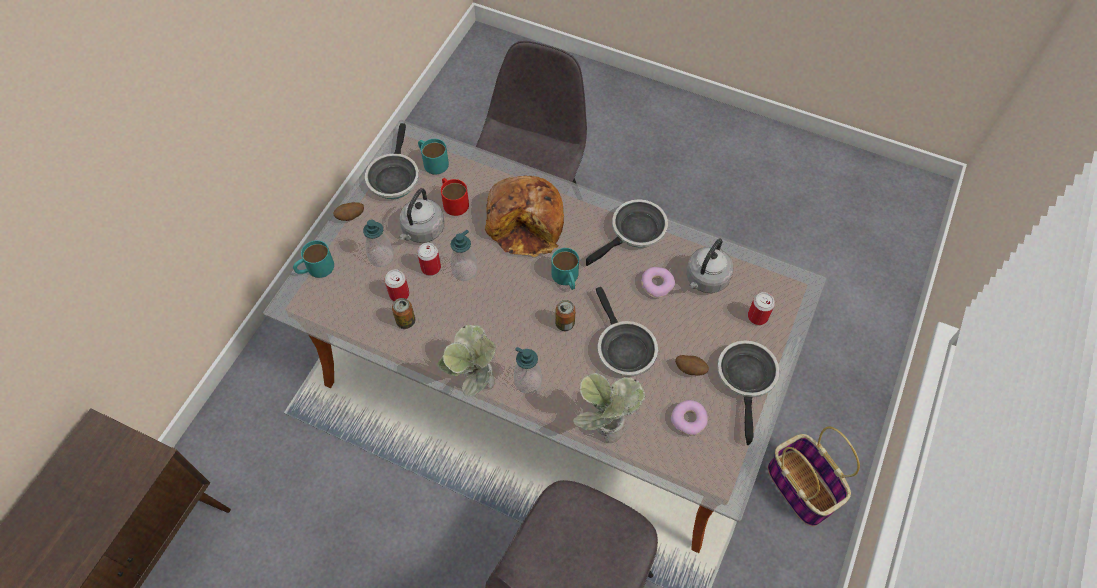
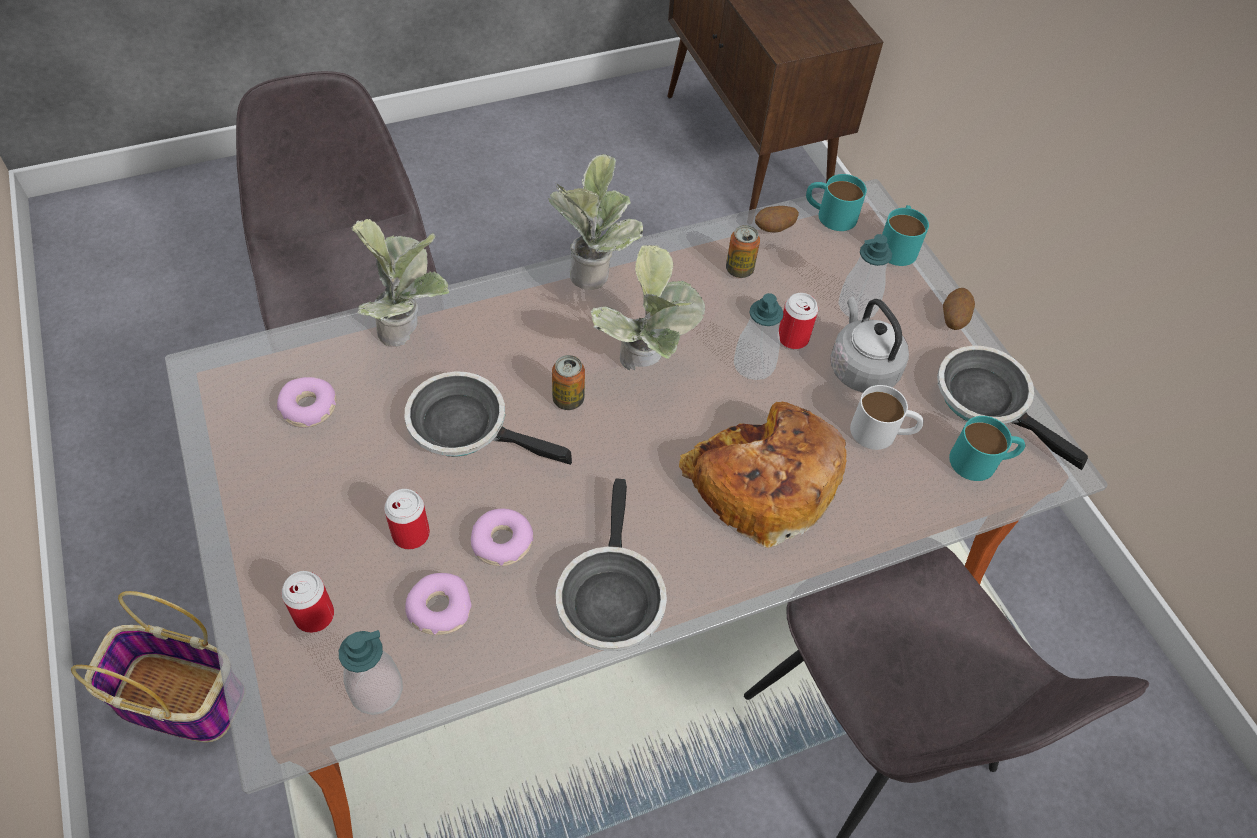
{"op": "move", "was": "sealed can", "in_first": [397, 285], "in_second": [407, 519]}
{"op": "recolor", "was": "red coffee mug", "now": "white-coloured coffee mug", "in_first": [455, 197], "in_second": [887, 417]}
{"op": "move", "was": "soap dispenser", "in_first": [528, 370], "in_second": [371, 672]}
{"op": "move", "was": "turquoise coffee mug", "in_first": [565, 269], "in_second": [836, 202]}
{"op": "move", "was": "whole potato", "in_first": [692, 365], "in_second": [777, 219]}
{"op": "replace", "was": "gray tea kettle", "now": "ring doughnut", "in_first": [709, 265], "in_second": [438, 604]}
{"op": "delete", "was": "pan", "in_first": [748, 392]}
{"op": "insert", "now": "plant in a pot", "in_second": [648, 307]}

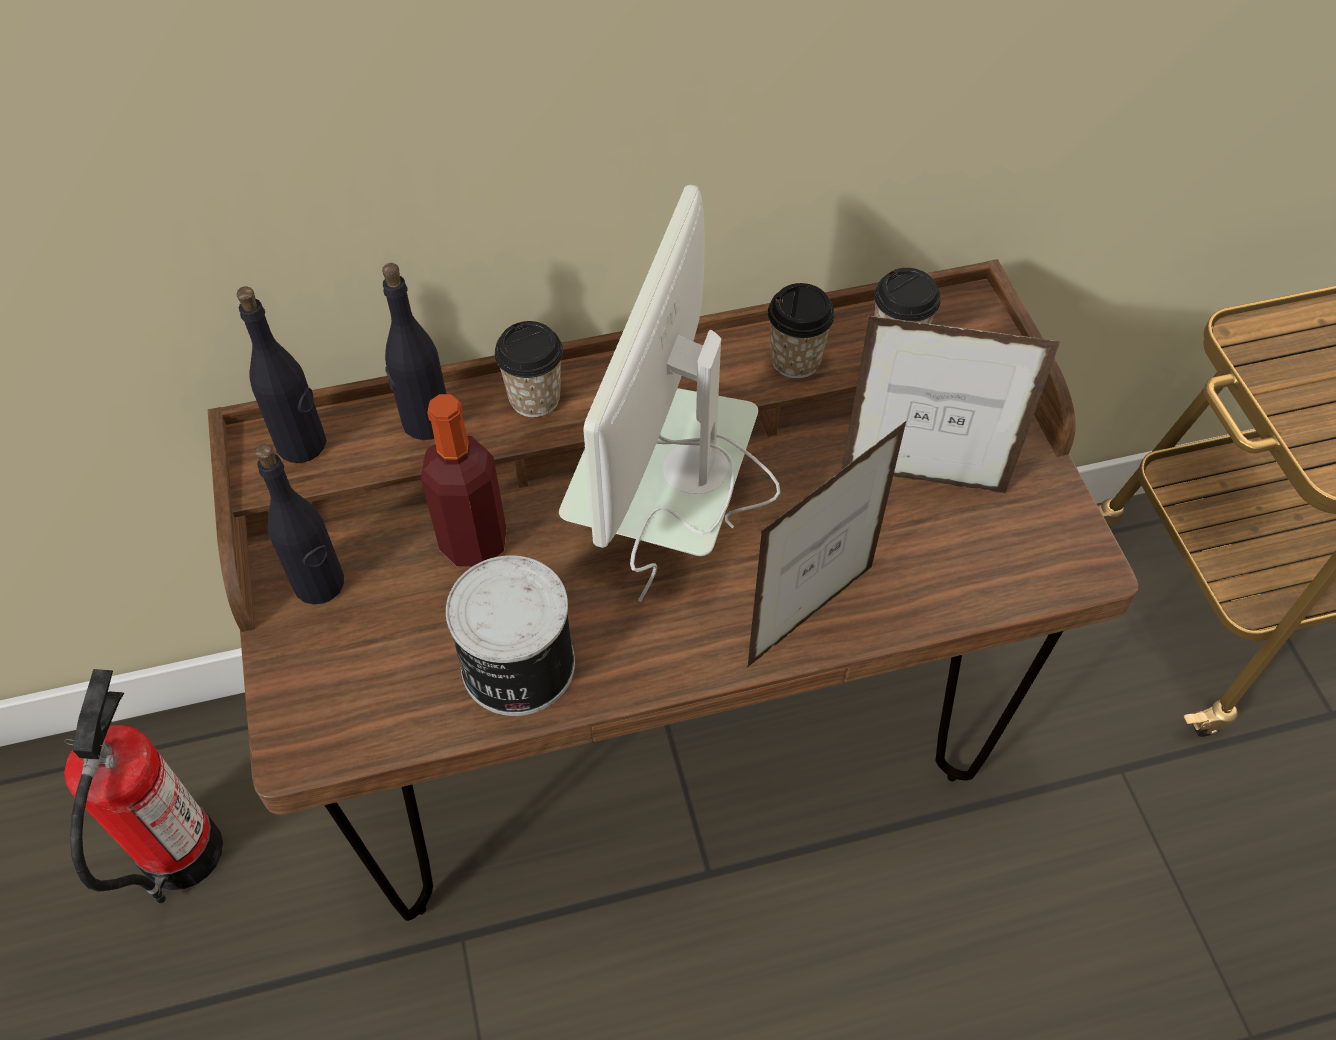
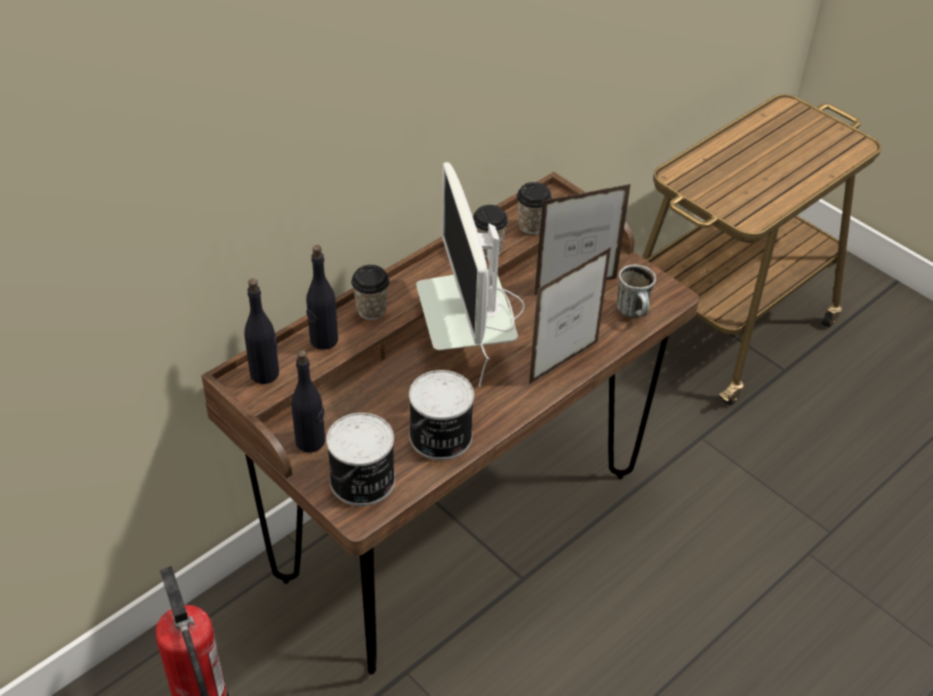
{"op": "delete", "was": "drink bottle", "in_first": [463, 480]}
{"op": "rotate", "was": "picture frame", "in_first": [826, 544], "in_second": [570, 315], "clockwise": -150}
{"op": "insert", "now": "sealed can", "in_second": [360, 459]}
{"op": "insert", "now": "coffee mug", "in_second": [636, 291]}

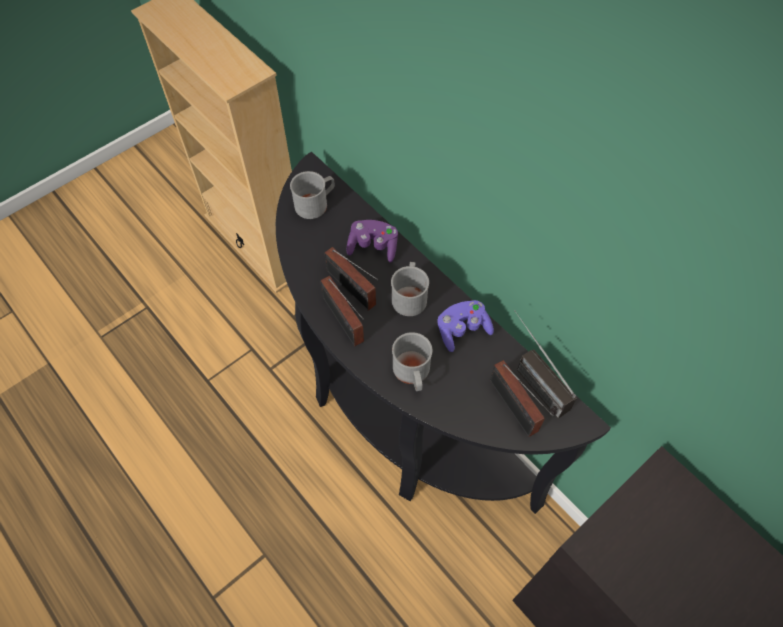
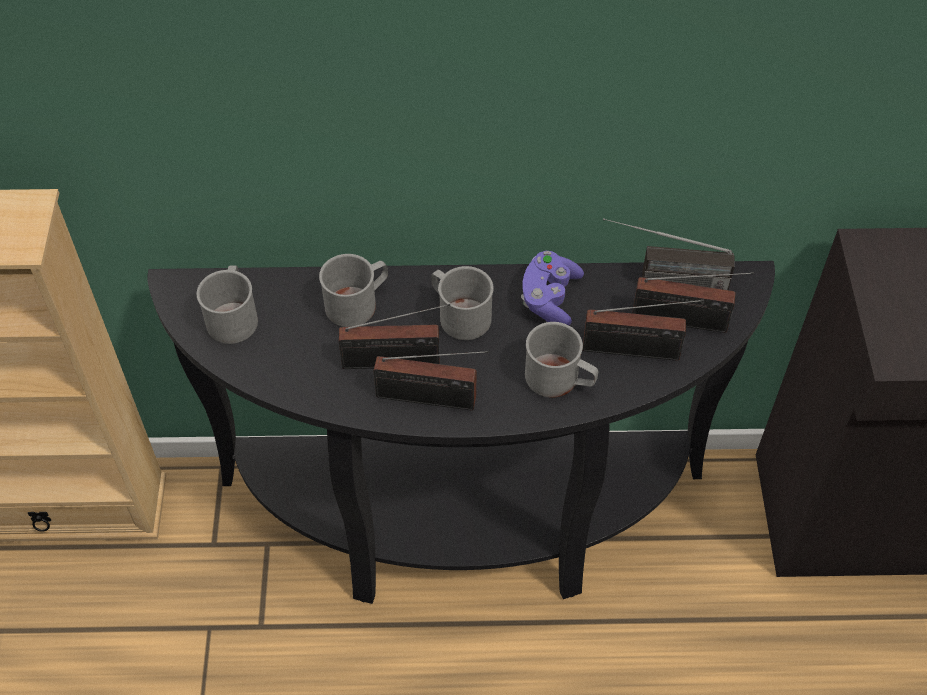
{"op": "replace", "was": "purplish joypad", "now": "gray coffee mug", "in_first": [372, 241], "in_second": [353, 290]}
{"op": "insert", "now": "radio receiver", "in_second": [643, 330]}

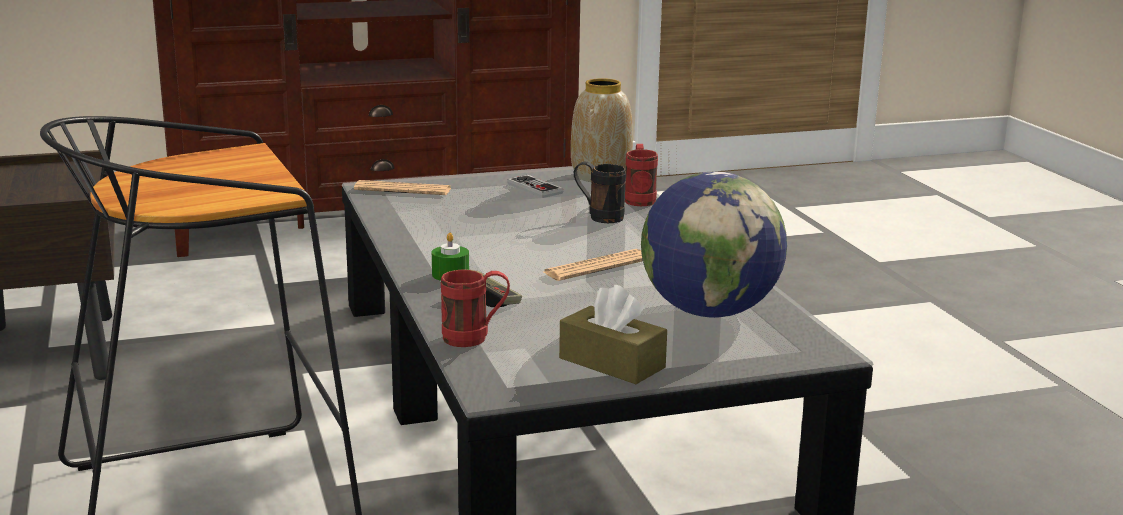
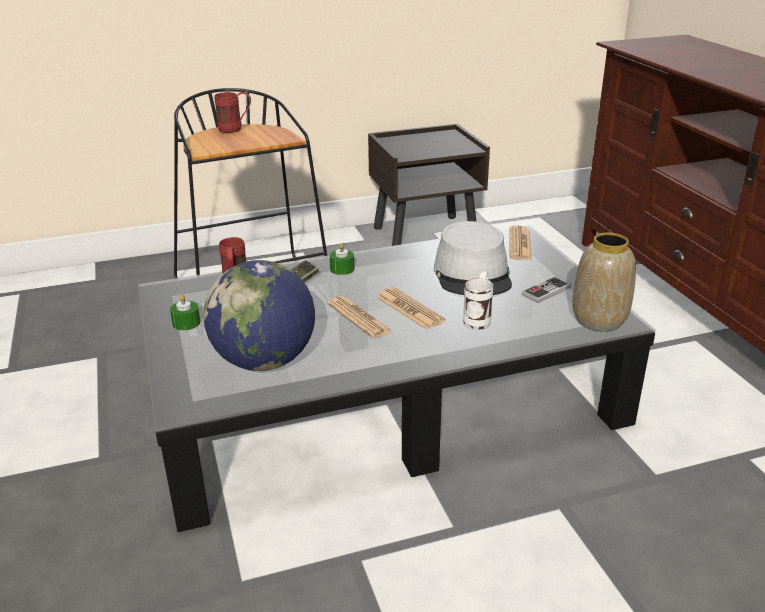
{"op": "replace", "was": "brown-coloured tissue box", "now": "green-coloured wax light", "in_first": [613, 334], "in_second": [185, 312]}
{"op": "recolor", "was": "blackish coffee mug", "now": "white-coloured coffee mug", "in_first": [600, 192], "in_second": [478, 301]}
{"op": "move", "was": "red coffee mug", "in_first": [641, 175], "in_second": [232, 112]}
{"op": "insert", "now": "printed paper", "in_second": [411, 308]}
{"op": "insert", "now": "gray wearable hat", "in_second": [473, 258]}

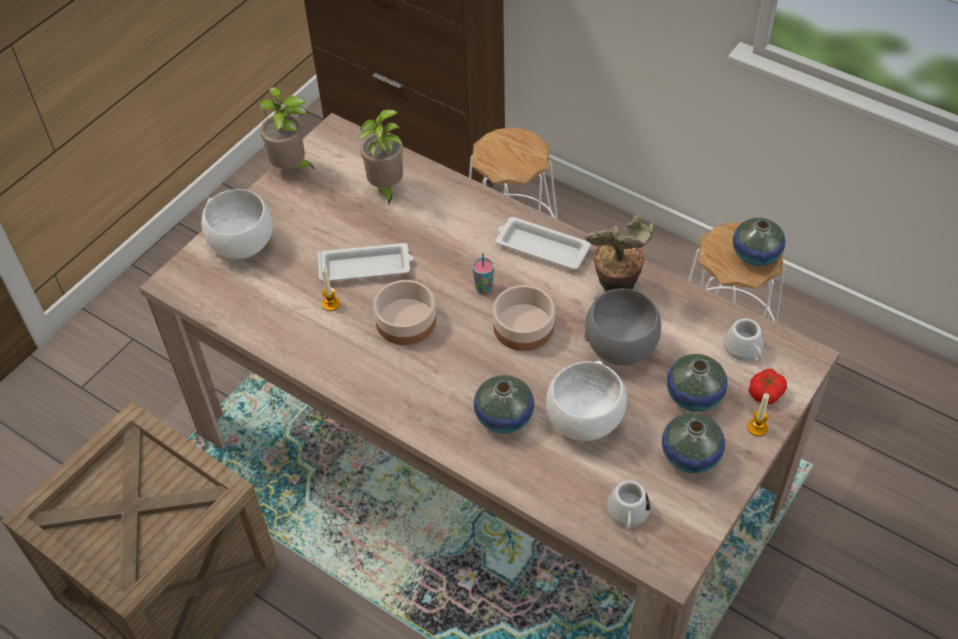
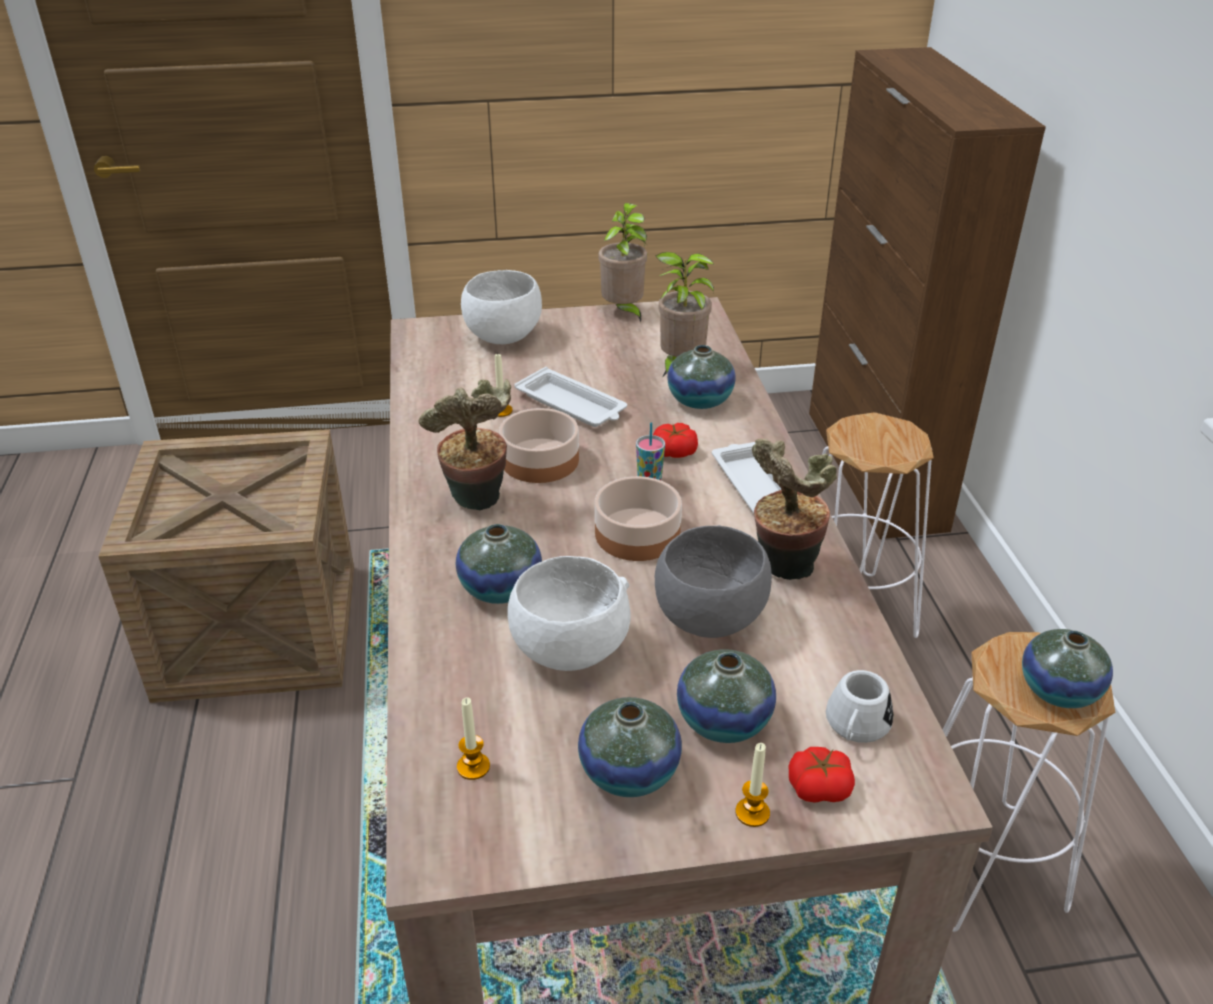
{"op": "replace", "was": "white-coloured coffee mug", "now": "wax light", "in_first": [628, 505], "in_second": [473, 738]}
{"op": "insert", "now": "plant in a pot", "in_second": [465, 444]}
{"op": "insert", "now": "tomato", "in_second": [675, 440]}
{"op": "insert", "now": "flower vase", "in_second": [701, 377]}

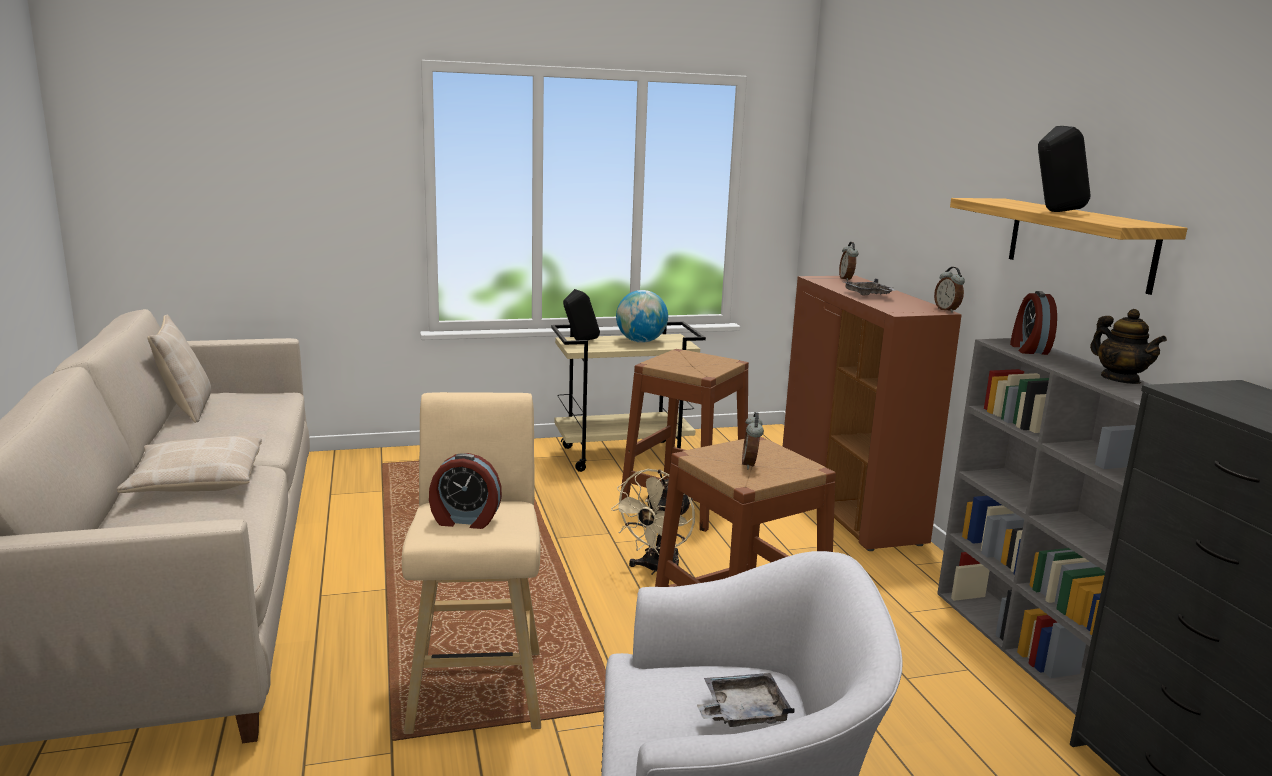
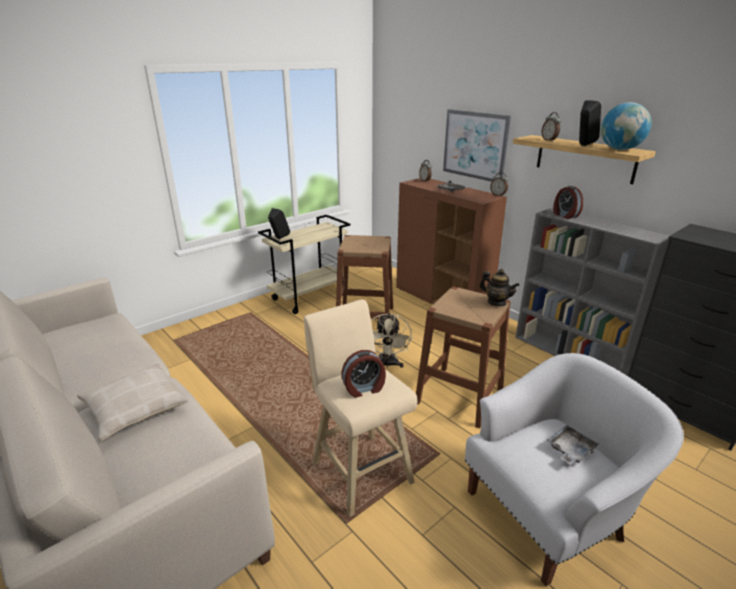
{"op": "delete", "was": "beige pillow", "in_first": [179, 369]}
{"op": "move", "was": "desk globe", "in_first": [642, 316], "in_second": [626, 126]}
{"op": "move", "was": "bedside clock", "in_first": [753, 440], "in_second": [551, 127]}
{"op": "move", "was": "tea pot", "in_first": [1128, 346], "in_second": [499, 287]}
{"op": "insert", "now": "wall picture", "in_second": [477, 145]}

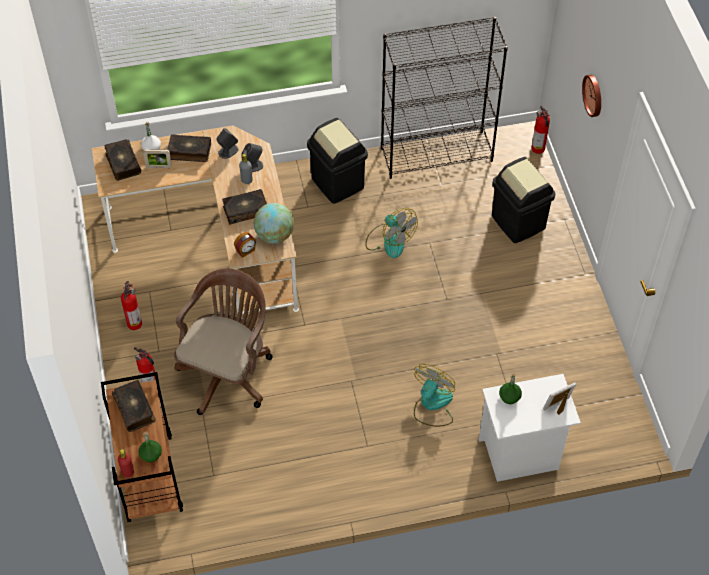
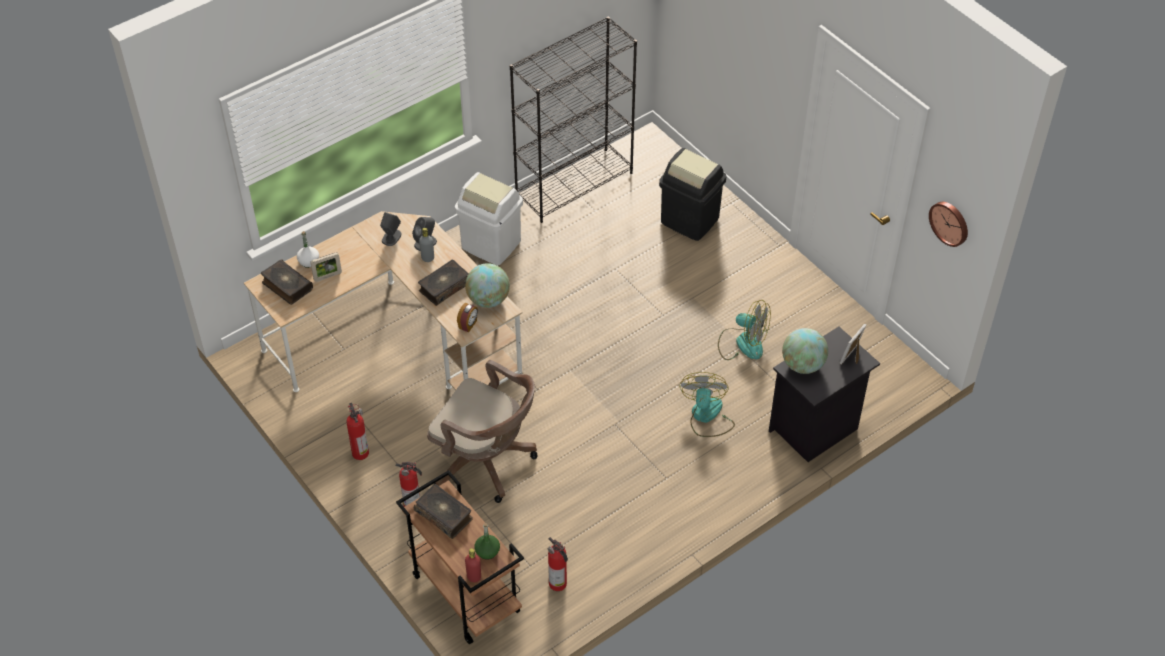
{"op": "delete", "was": "volume", "in_first": [189, 148]}
{"op": "rotate", "was": "brown-coloured office chair", "in_first": [223, 342], "in_second": [482, 431], "clockwise": 120}
{"op": "recolor", "was": "blackish waste bin", "now": "white-coloured waste bin", "in_first": [337, 161], "in_second": [489, 218]}
{"op": "move", "was": "cooling fan", "in_first": [391, 233], "in_second": [744, 330]}
{"op": "recolor", "was": "white-coloured night table", "now": "blackish night table", "in_first": [530, 428], "in_second": [824, 394]}
{"op": "replace", "was": "green-coloured drink bottle", "now": "desk globe", "in_first": [510, 388], "in_second": [805, 351]}
{"op": "move", "was": "extinguisher", "in_first": [540, 130], "in_second": [558, 564]}
{"op": "move", "was": "wall clock", "in_first": [591, 96], "in_second": [948, 224]}

